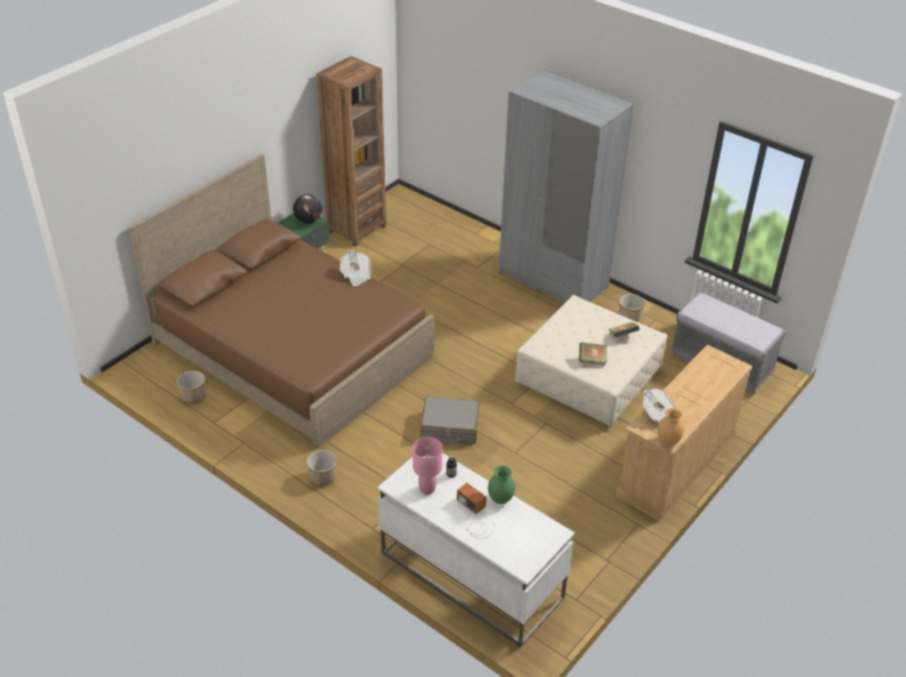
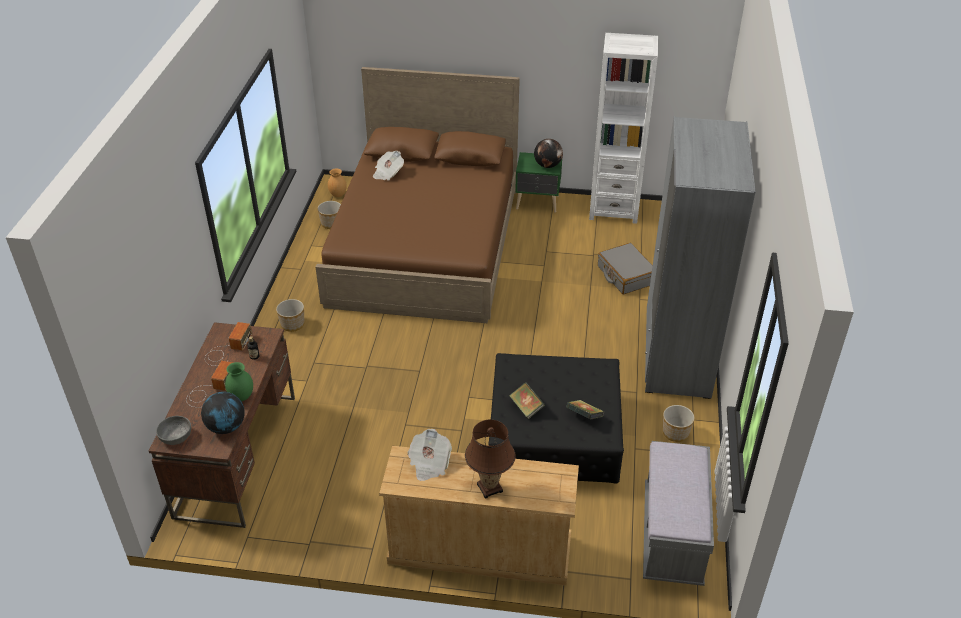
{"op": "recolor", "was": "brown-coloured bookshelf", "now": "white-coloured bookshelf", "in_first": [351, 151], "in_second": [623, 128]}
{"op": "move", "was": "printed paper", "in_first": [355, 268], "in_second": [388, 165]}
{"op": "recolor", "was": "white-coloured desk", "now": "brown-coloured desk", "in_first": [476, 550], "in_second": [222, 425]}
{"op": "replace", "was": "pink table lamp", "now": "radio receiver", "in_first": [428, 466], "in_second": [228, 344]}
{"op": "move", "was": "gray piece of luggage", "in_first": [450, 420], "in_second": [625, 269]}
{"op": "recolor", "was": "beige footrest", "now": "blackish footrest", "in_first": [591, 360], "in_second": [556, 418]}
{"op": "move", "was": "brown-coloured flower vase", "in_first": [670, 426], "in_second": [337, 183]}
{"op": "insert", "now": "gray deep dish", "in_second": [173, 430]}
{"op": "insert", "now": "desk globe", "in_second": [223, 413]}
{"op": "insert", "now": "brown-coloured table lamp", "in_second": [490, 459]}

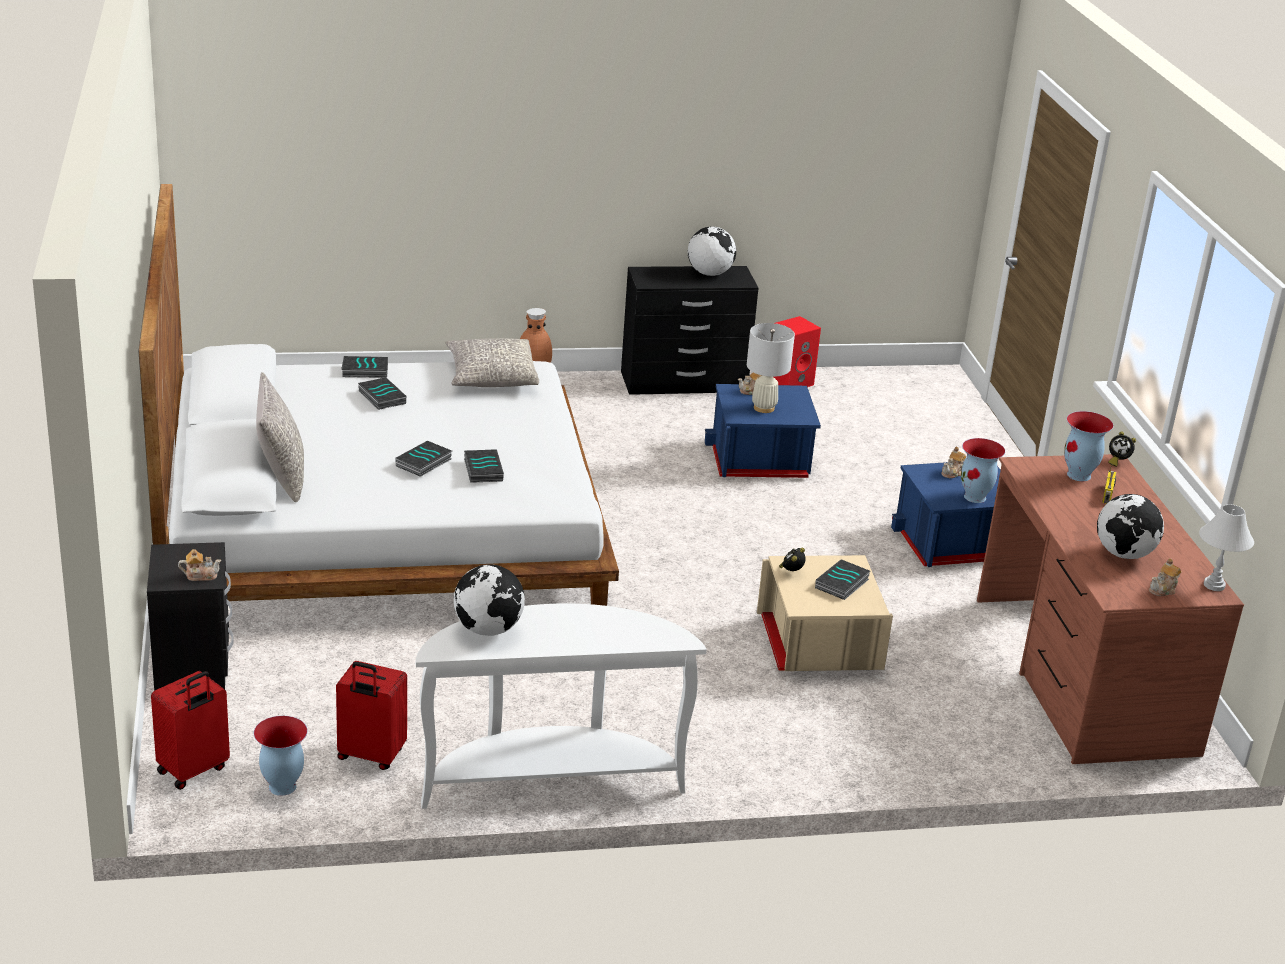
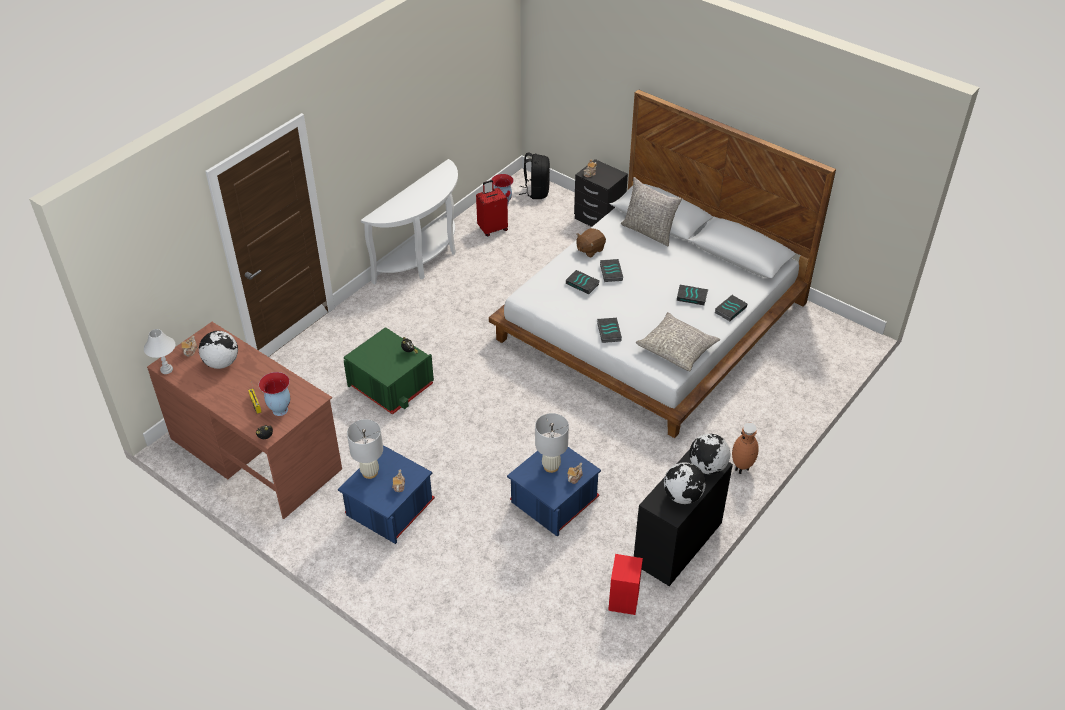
{"op": "replace", "was": "red piece of luggage", "now": "blackish backpack", "in_first": [190, 730], "in_second": [534, 176]}
{"op": "move", "was": "desk globe", "in_first": [489, 600], "in_second": [709, 454]}
{"op": "recolor", "was": "beige storage box", "now": "green-coloured storage box", "in_first": [825, 613], "in_second": [389, 370]}
{"op": "move", "was": "volume", "in_first": [842, 579], "in_second": [609, 330]}
{"op": "replace", "was": "flower vase", "now": "white-coloured table lamp", "in_first": [983, 470], "in_second": [365, 449]}
{"op": "insert", "now": "brown-coloured plush toy", "in_second": [591, 242]}

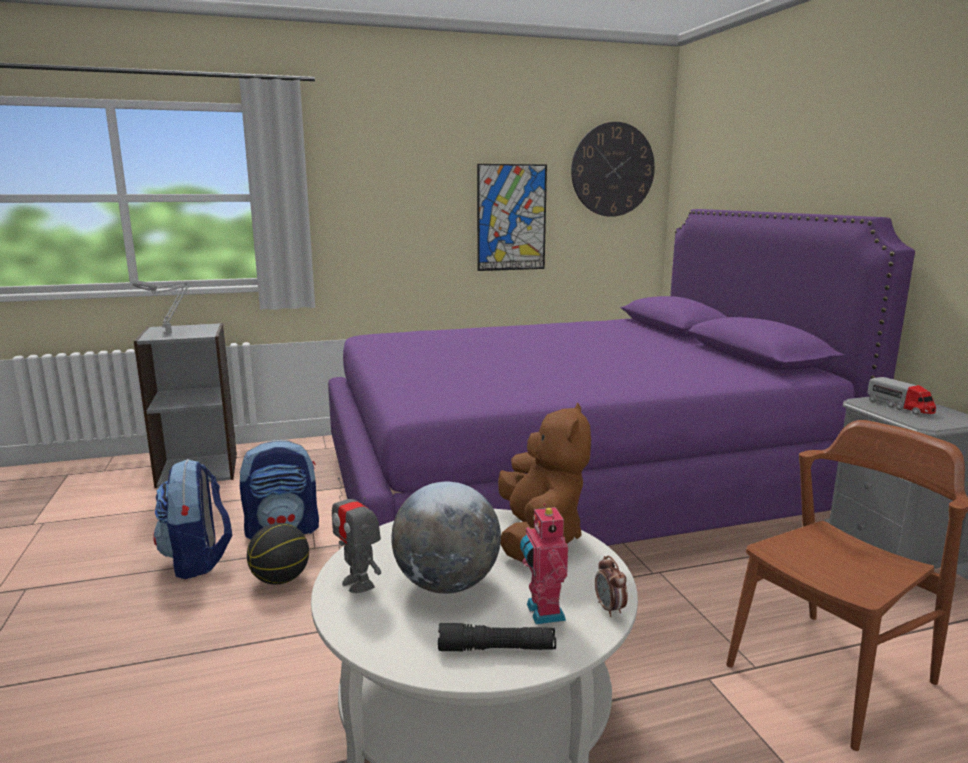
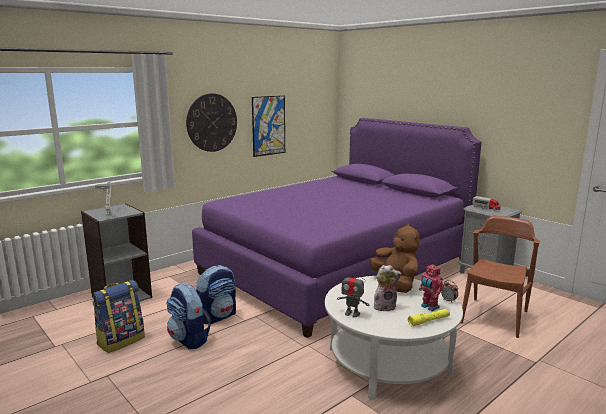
{"op": "delete", "was": "basketball ball", "in_first": [278, 554]}
{"op": "replace", "was": "desk globe", "now": "plush toy", "in_first": [446, 538], "in_second": [388, 288]}
{"op": "recolor", "was": "blackish hand torch", "now": "yellowish hand torch", "in_first": [497, 637], "in_second": [429, 317]}
{"op": "move", "was": "wall clock", "in_first": [613, 169], "in_second": [211, 122]}
{"op": "insert", "now": "backpack", "in_second": [119, 316]}

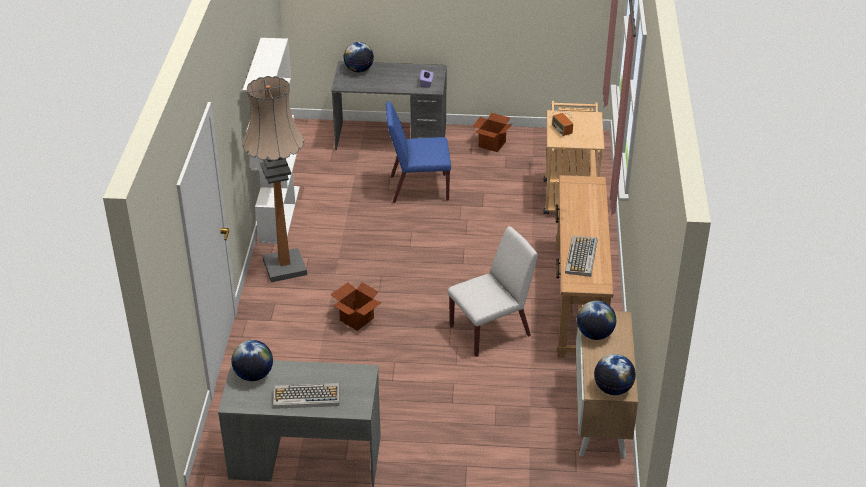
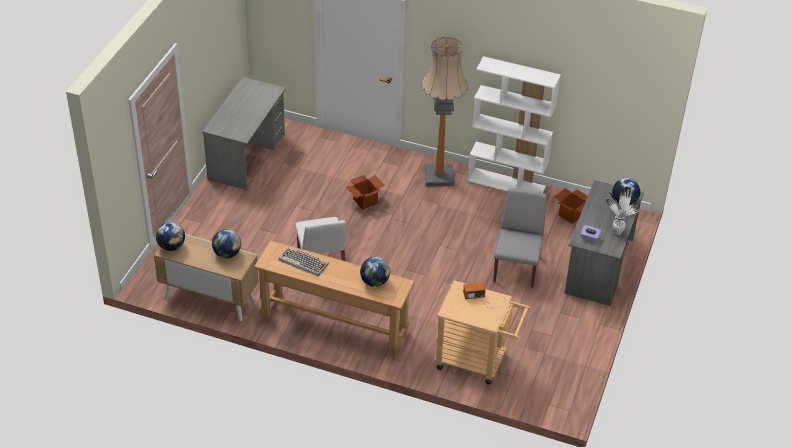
{"op": "move", "was": "desk globe", "in_first": [252, 360], "in_second": [375, 272]}
{"op": "delete", "was": "computer keyboard", "in_first": [306, 396]}
{"op": "recolor", "was": "blue chair", "now": "gray chair", "in_first": [418, 152], "in_second": [520, 238]}
{"op": "move", "was": "carton", "in_first": [493, 132], "in_second": [571, 206]}
{"op": "insert", "now": "plant in a pot", "in_second": [623, 210]}

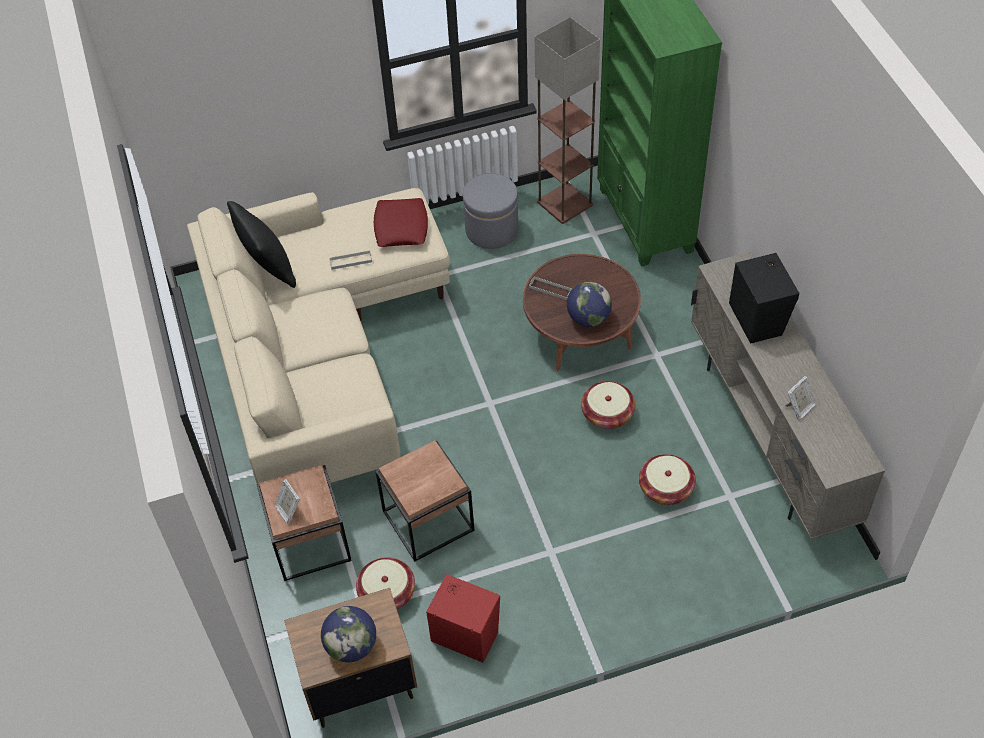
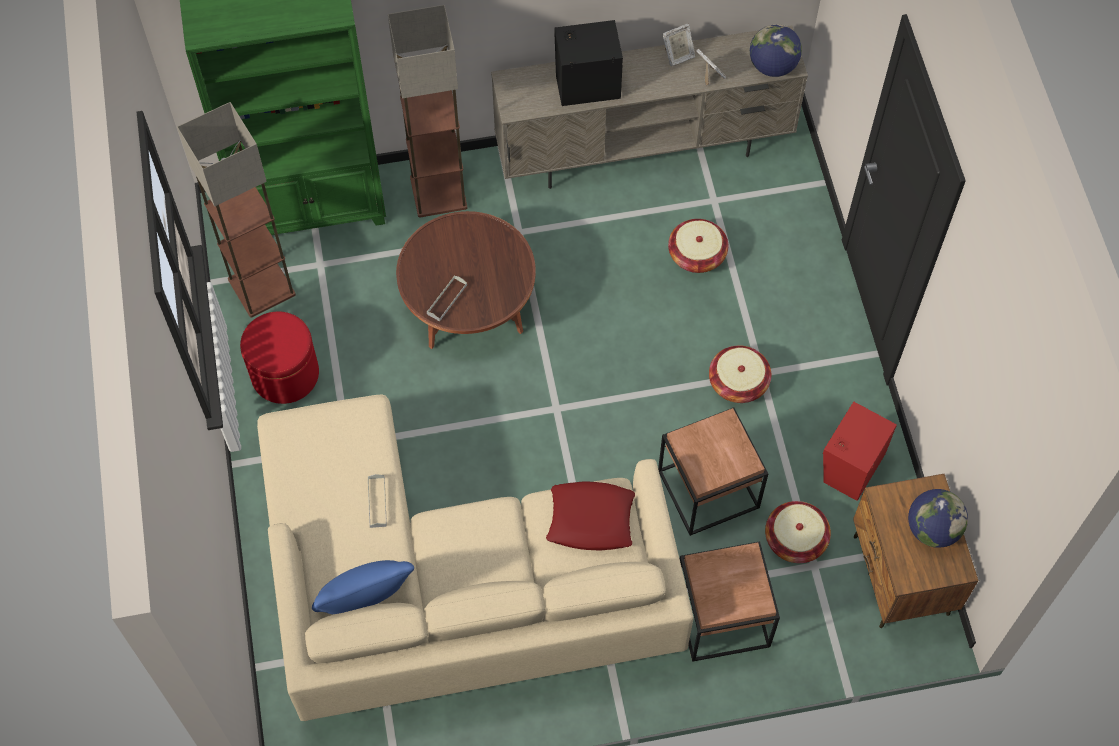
{"op": "recolor", "was": "blackish pillow", "now": "blue pillow", "in_first": [261, 244], "in_second": [363, 587]}
{"op": "move", "was": "picture frame", "in_first": [287, 501], "in_second": [678, 44]}
{"op": "move", "was": "red pillow", "in_first": [401, 222], "in_second": [590, 515]}
{"op": "recolor", "was": "gray footrest", "now": "red footrest", "in_first": [490, 211], "in_second": [279, 358]}
{"op": "move", "was": "desk globe", "in_first": [589, 304], "in_second": [776, 50]}
{"op": "move", "was": "basket", "in_first": [608, 405], "in_second": [740, 374]}
{"op": "insert", "now": "standard lamp", "in_second": [427, 111]}

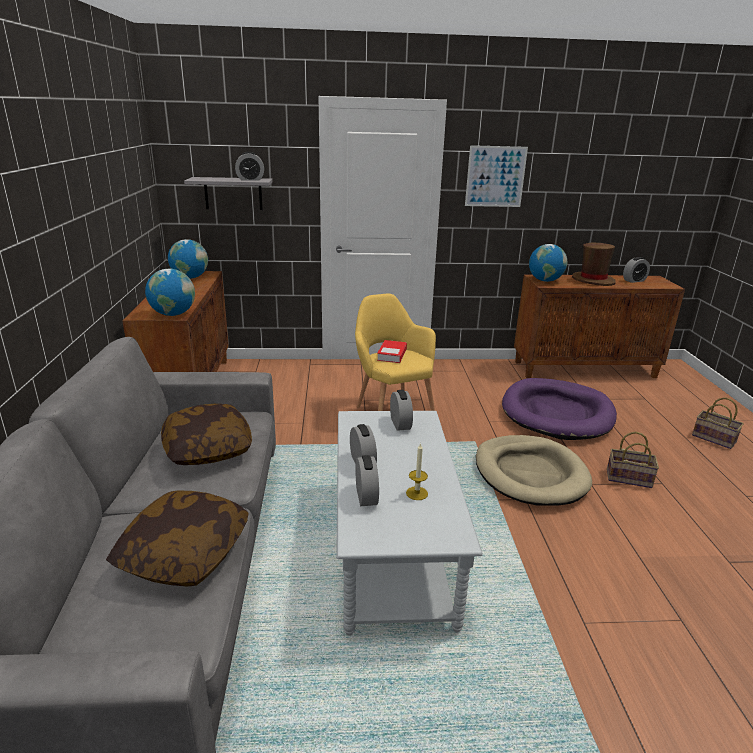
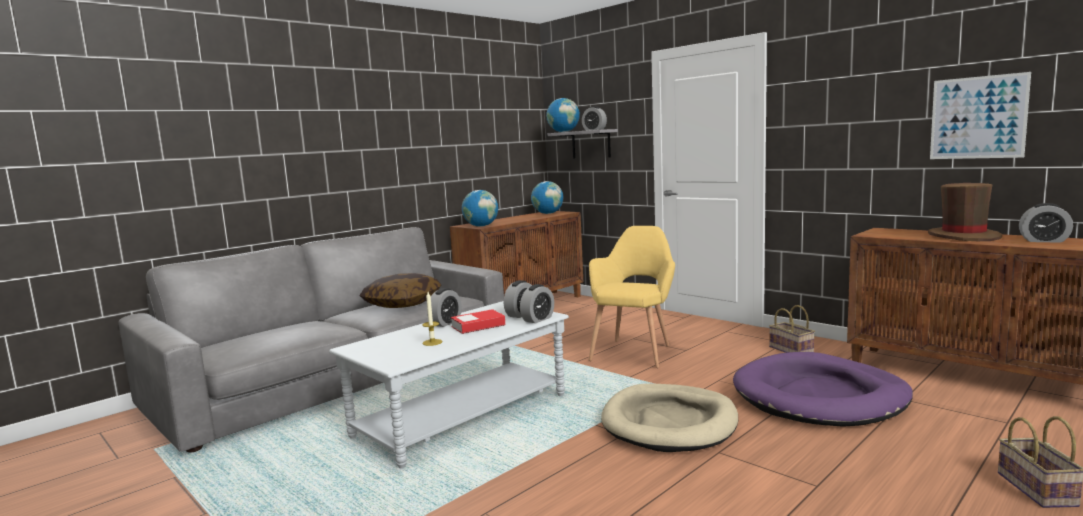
{"op": "delete", "was": "pillow", "in_first": [177, 538]}
{"op": "move", "was": "bedside clock", "in_first": [367, 480], "in_second": [537, 303]}
{"op": "move", "was": "volume", "in_first": [392, 351], "in_second": [478, 321]}
{"op": "move", "was": "wall picture", "in_first": [496, 176], "in_second": [980, 115]}
{"op": "move", "was": "desk globe", "in_first": [548, 263], "in_second": [563, 115]}
{"op": "move", "was": "basket", "in_first": [633, 460], "in_second": [792, 329]}

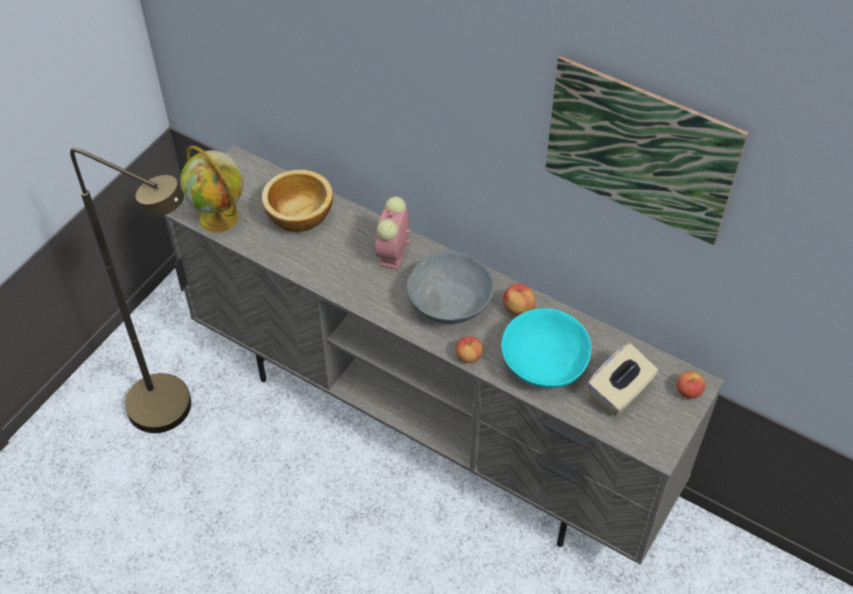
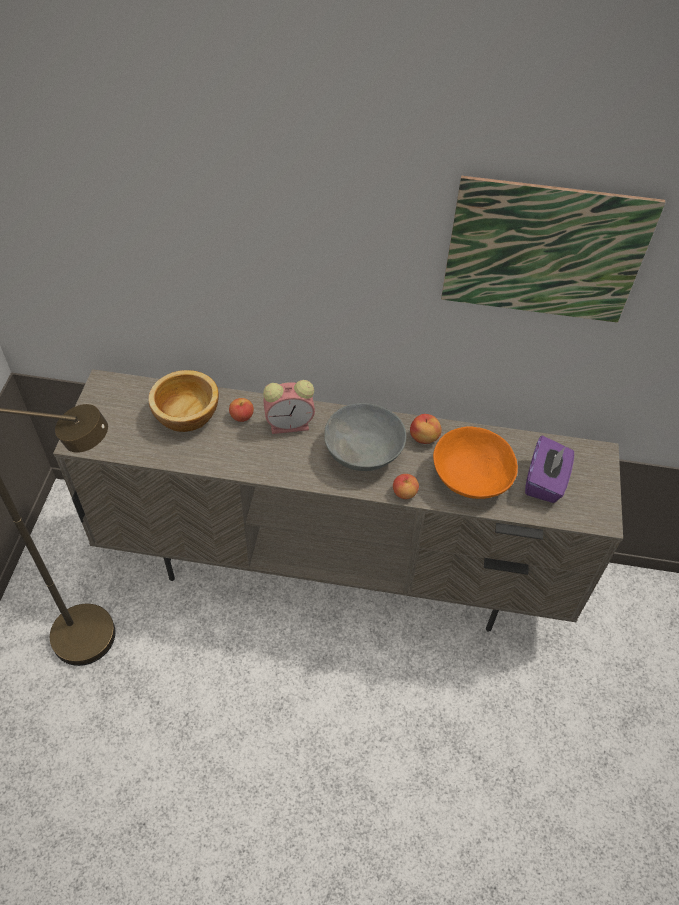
{"op": "delete", "was": "desk globe", "in_first": [212, 189]}
{"op": "rotate", "was": "bedside clock", "in_first": [392, 233], "in_second": [289, 407], "clockwise": -90}
{"op": "recolor", "was": "turquoise deep dish", "now": "orangey deep dish", "in_first": [546, 348], "in_second": [475, 463]}
{"op": "recolor", "was": "beige tissue box", "now": "purplish tissue box", "in_first": [622, 379], "in_second": [549, 469]}
{"op": "move", "was": "apple fruit", "in_first": [691, 385], "in_second": [241, 410]}

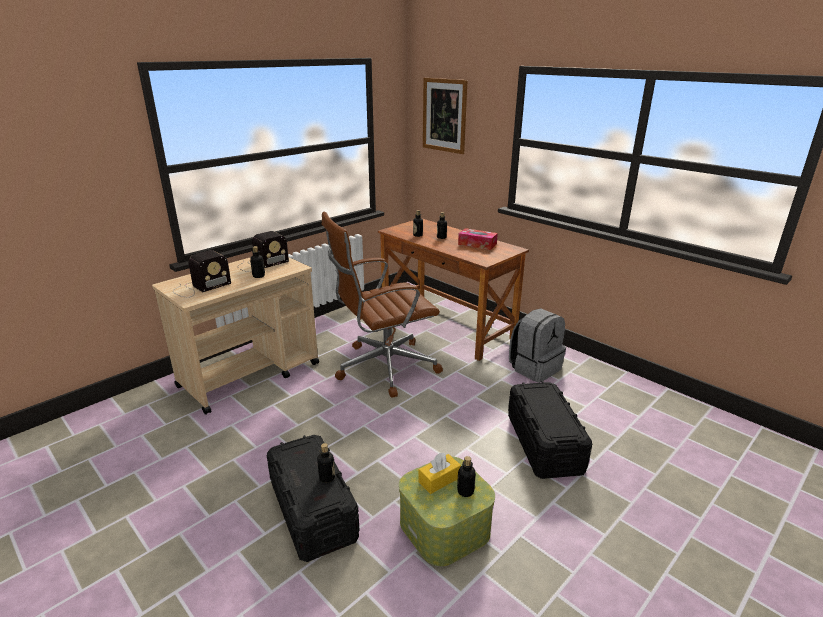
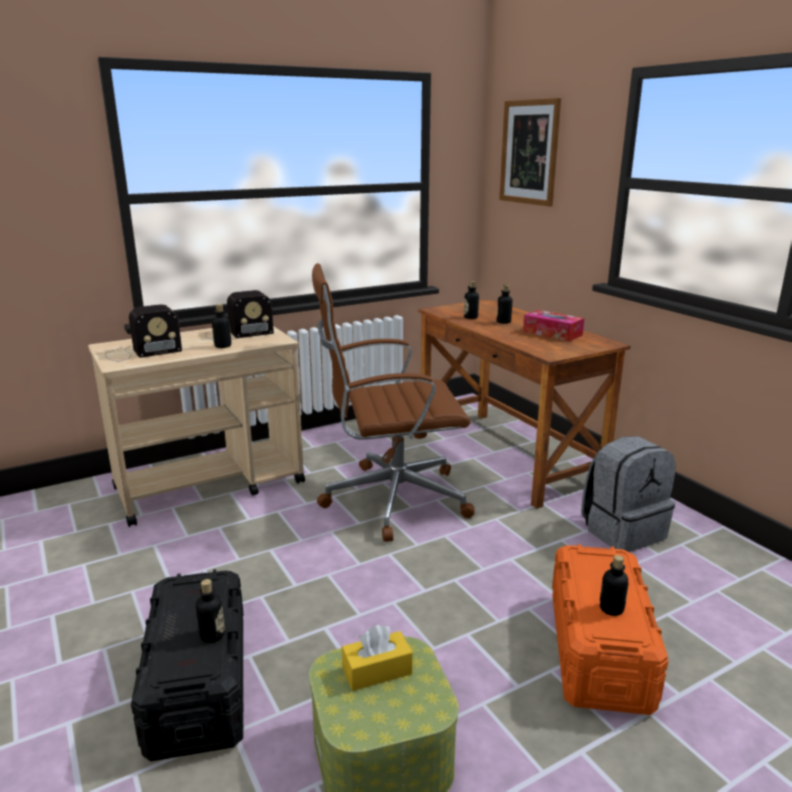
{"op": "move", "was": "drink bottle", "in_first": [466, 476], "in_second": [614, 585]}
{"op": "recolor", "was": "blackish storage box", "now": "orangey storage box", "in_first": [550, 430], "in_second": [610, 629]}

